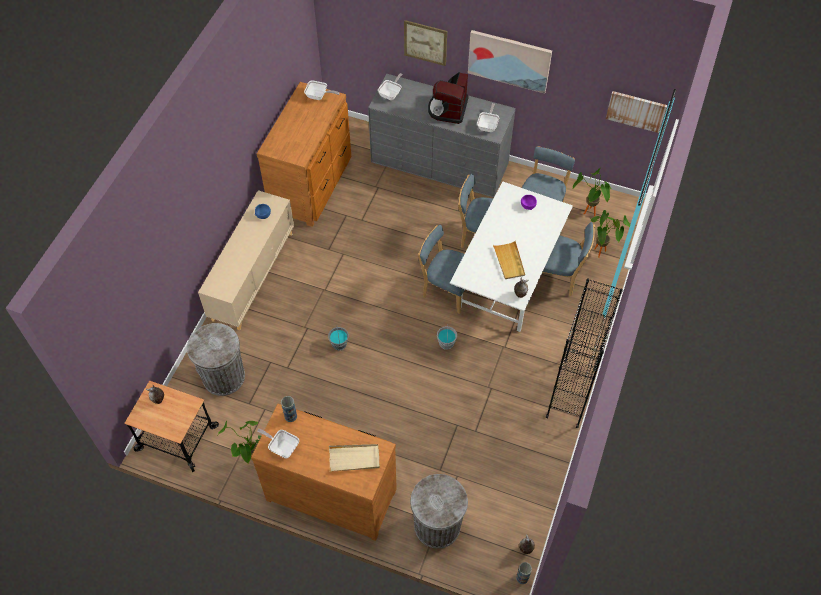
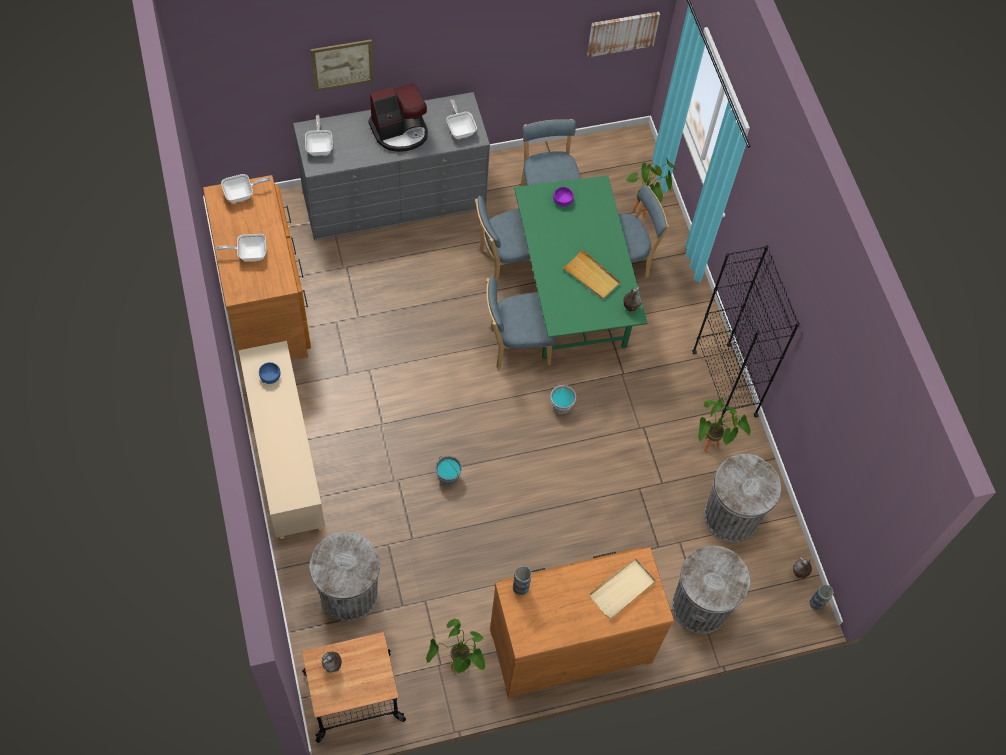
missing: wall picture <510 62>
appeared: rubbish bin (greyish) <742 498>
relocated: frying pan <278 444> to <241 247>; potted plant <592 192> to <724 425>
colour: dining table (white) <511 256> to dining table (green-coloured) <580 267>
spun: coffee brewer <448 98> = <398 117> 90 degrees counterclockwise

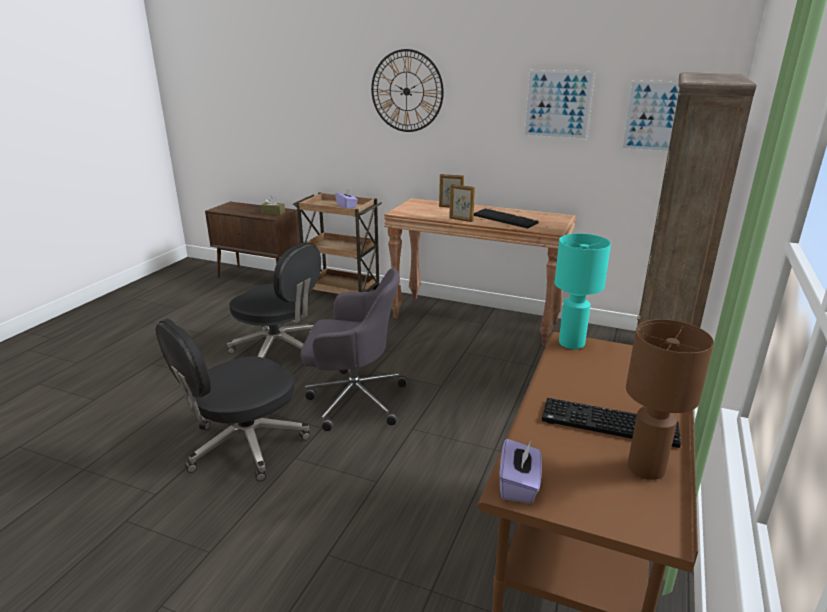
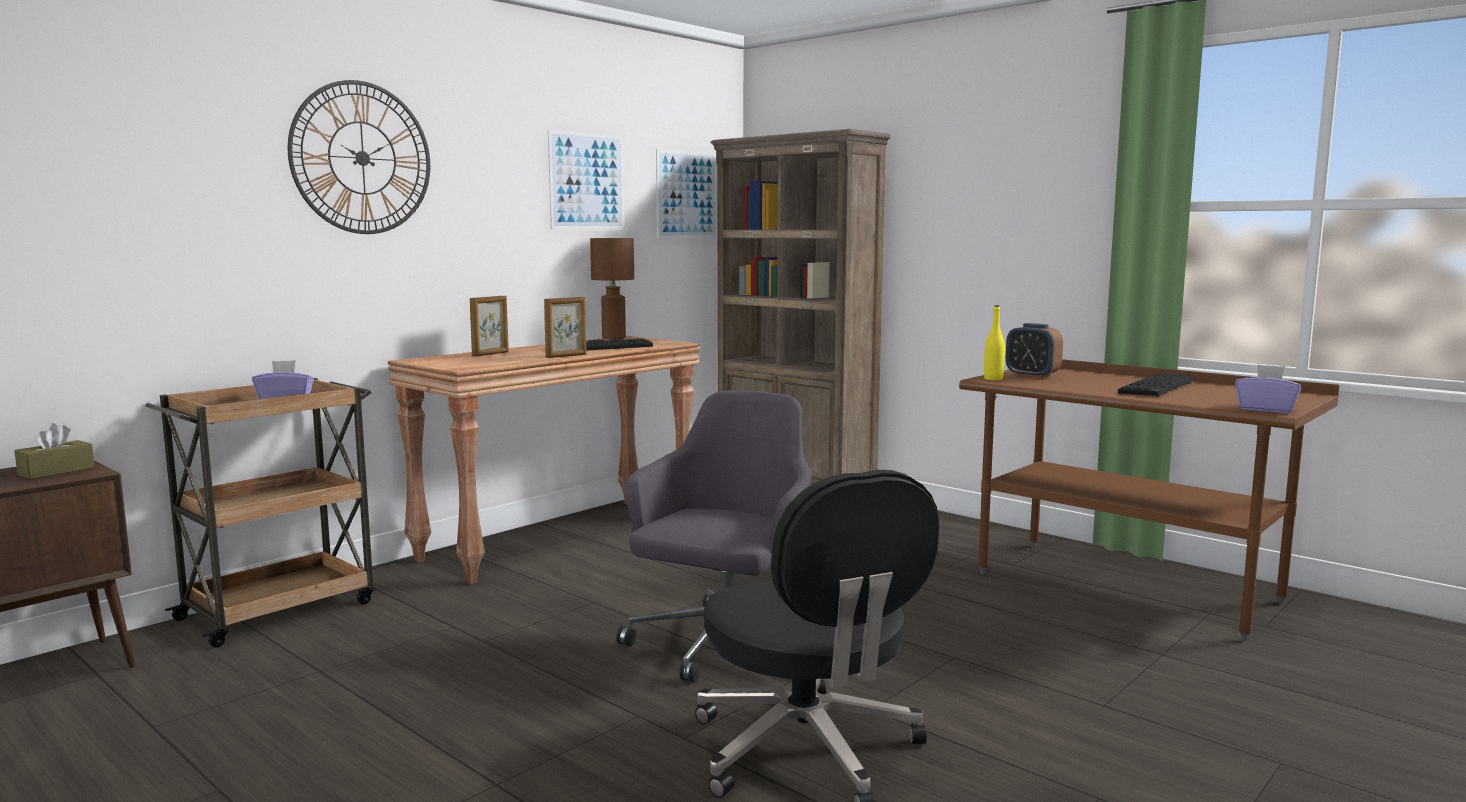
missing: computer chair (black) <274 300>
appeared: alarm clock <1034 350>
relocated: table lamp (brownish) <670 399> to <612 289>
exchanged: table lamp (blue-green) <583 291> to bottle (yellowish) <994 342>

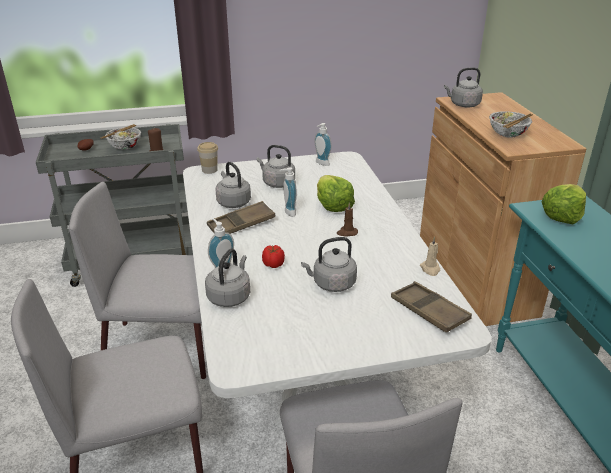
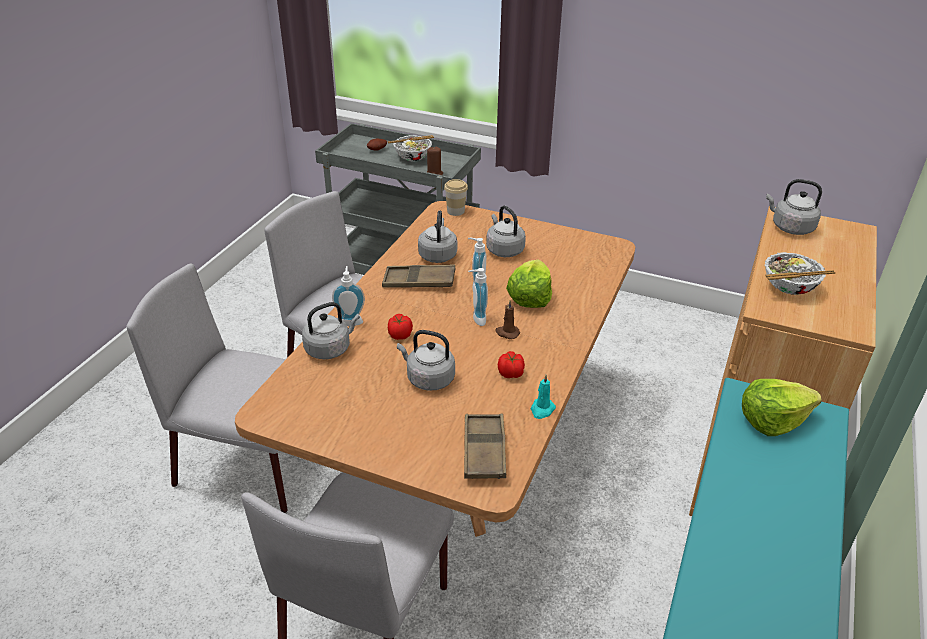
appeared: tomato <511 364>
relocated: soap bottle <323 144> to <478 297>
colour: dining table (white) <337 290> to dining table (brownish) <435 369>; candle (beige-coloured) <430 256> to candle (blue-green) <543 397>

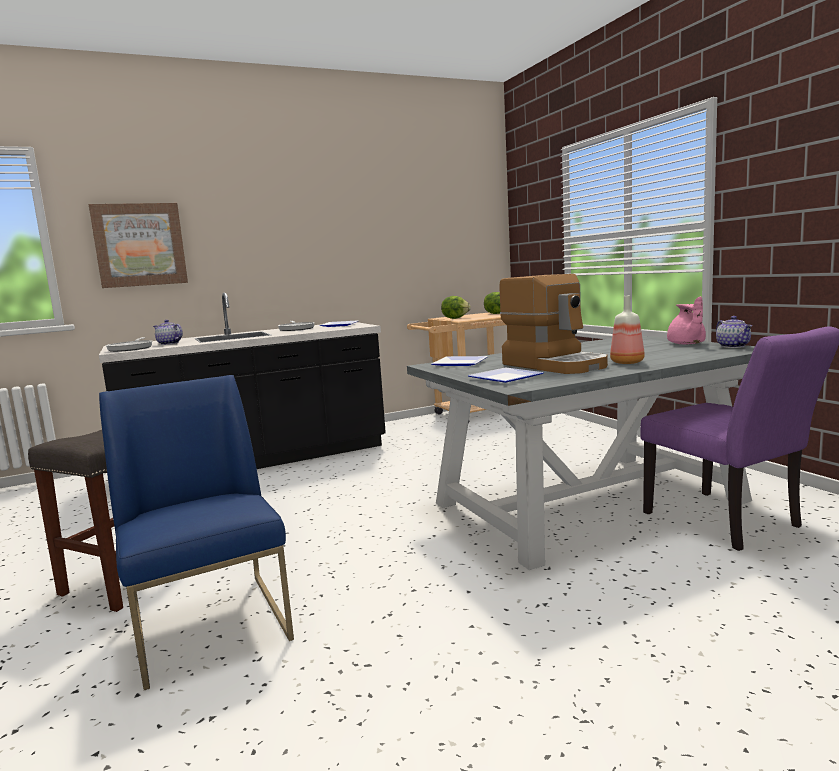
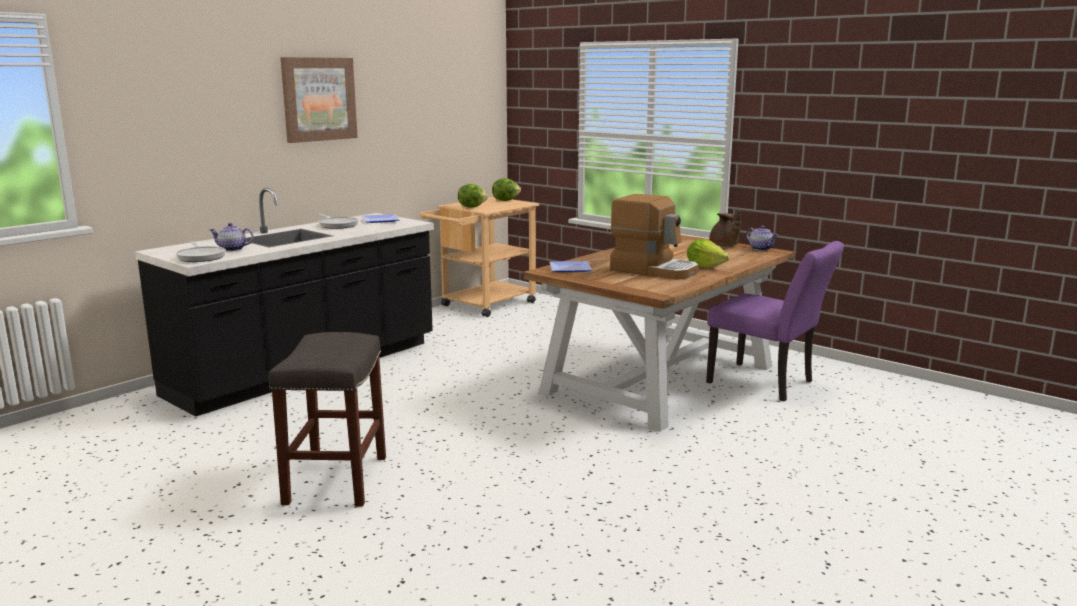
missing: upright chair (bluish) <196 532>; flat dish <506 375>
relocated: wall picture <138 245> to <319 100>
exchanged: bottle <627 330> to head of lettuce <708 253>
colour: dining table (greyish) <581 453> to dining table (brownish) <659 333>; pot for tea (pinkish) <686 320> to pot for tea (brownish) <725 228>

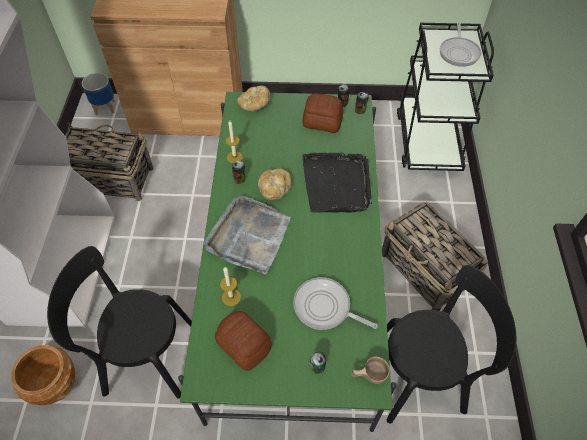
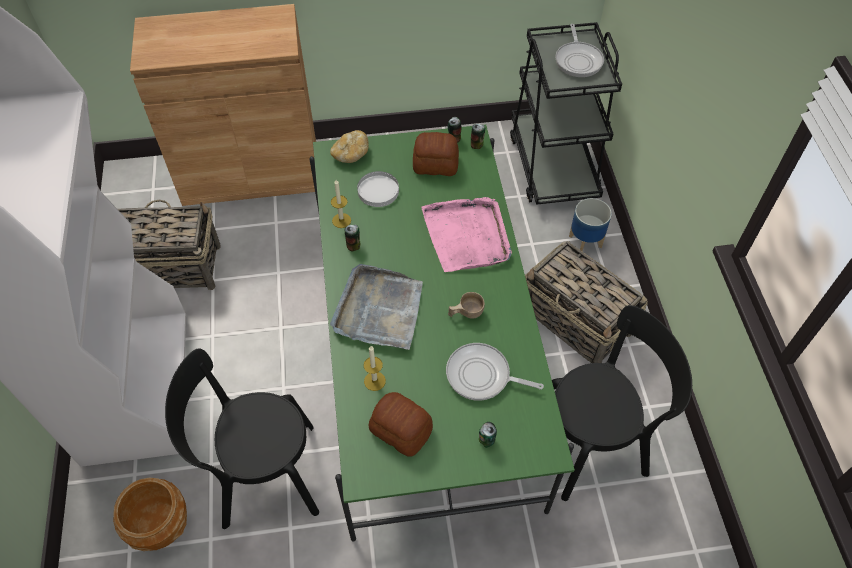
missing: baked bread <274 184>
appeared: flat dish (white) <378 189>
relocated: cup (beige-coloured) <370 370> to <466 305>; planter <98 94> to <590 224>
colour: serving tray (black) <337 183> to serving tray (pinkish) <466 234>

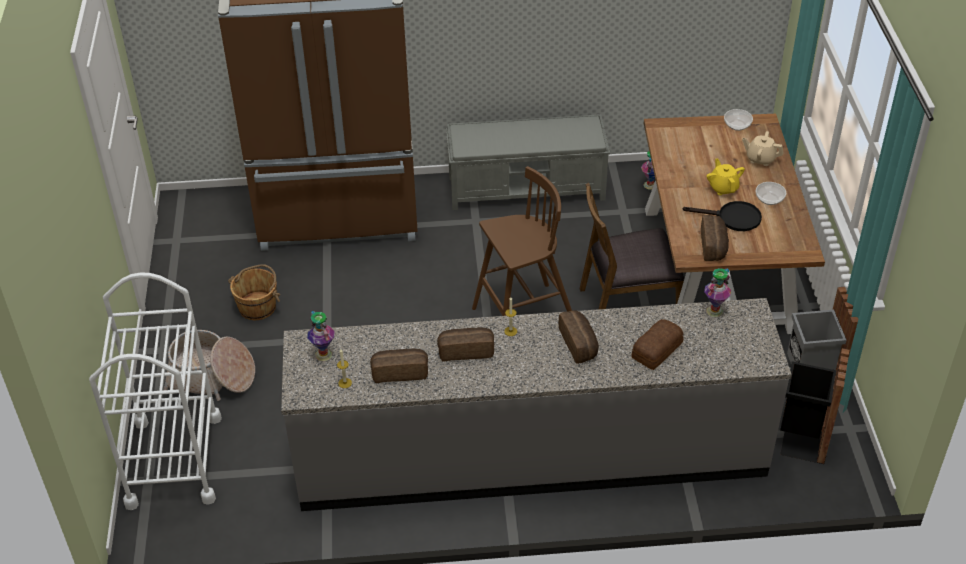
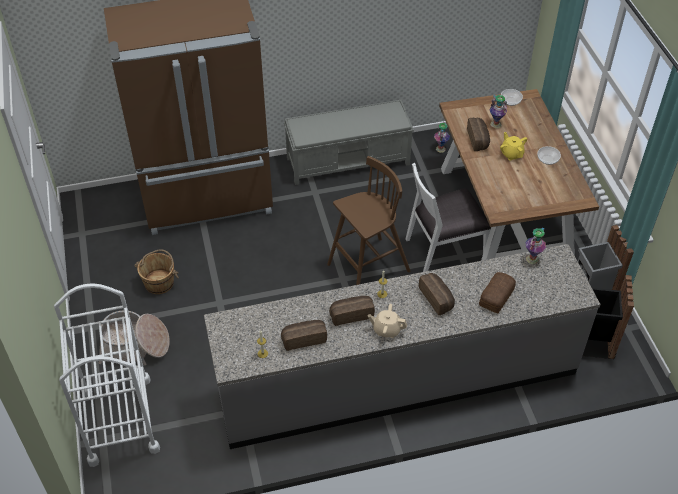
missing: frying pan (black) <722 216>
relocated: pot for tea (beige-coloured) <762 148> to <387 321>; baked bread <715 238> to <478 134>; decorative vase <321 336> to <498 111>
colour: upright chair (brownish) <632 246> to upright chair (white) <448 217>

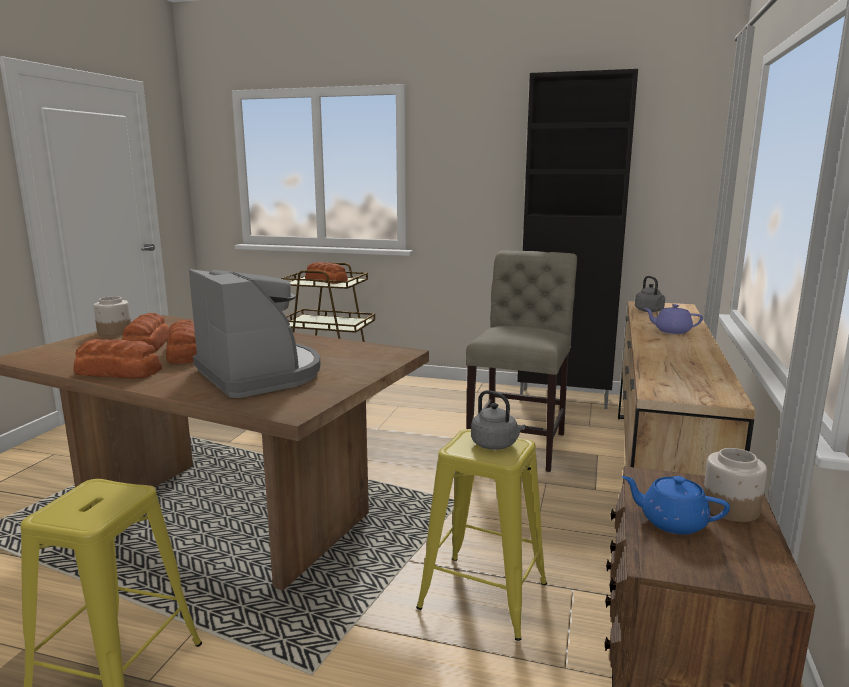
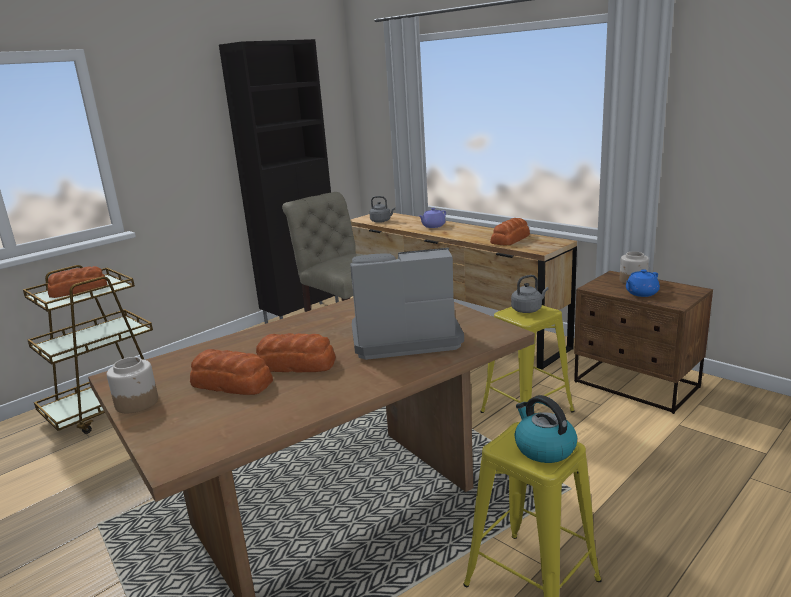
appeared: water kettle <546 429>
relocated: baked bread <117 359> to <510 232>

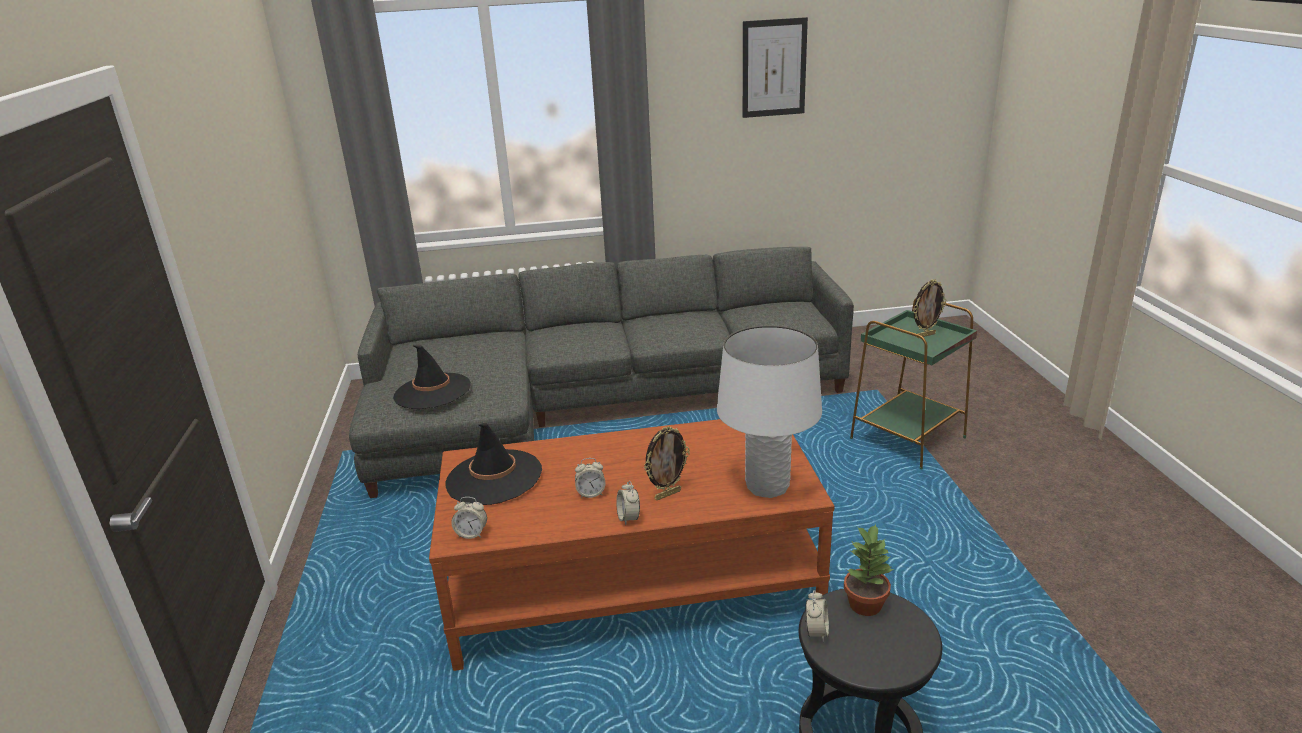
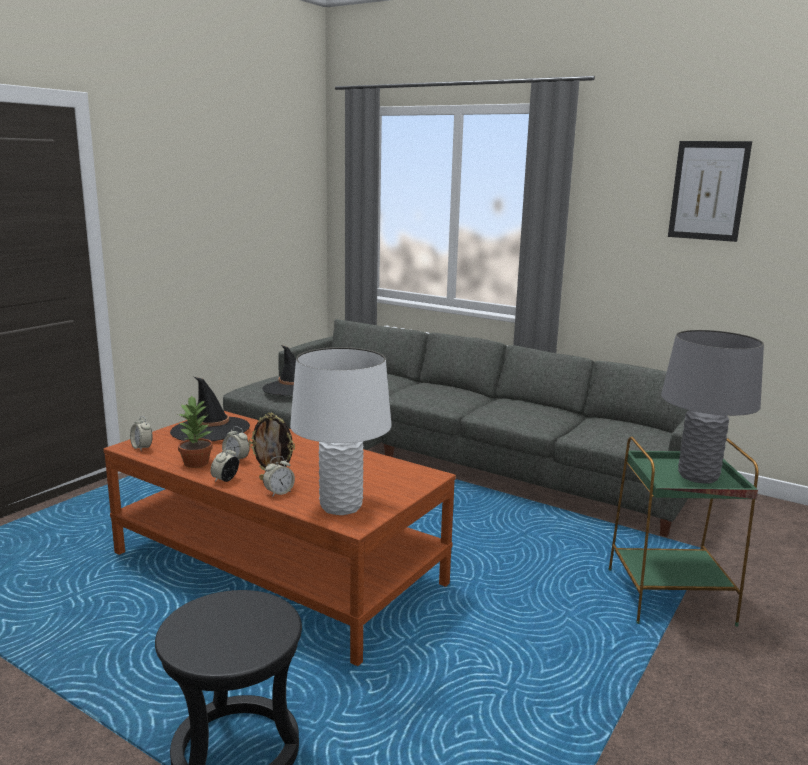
relocated: potted plant <869 570> to <195 431>; alarm clock <817 616> to <279 476>
exchanged: standing frame <929 308> to table lamp (greyish) <712 406>

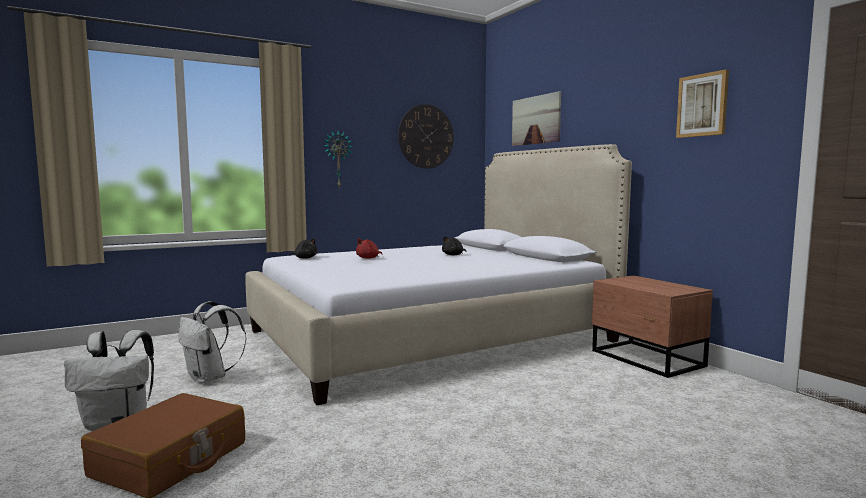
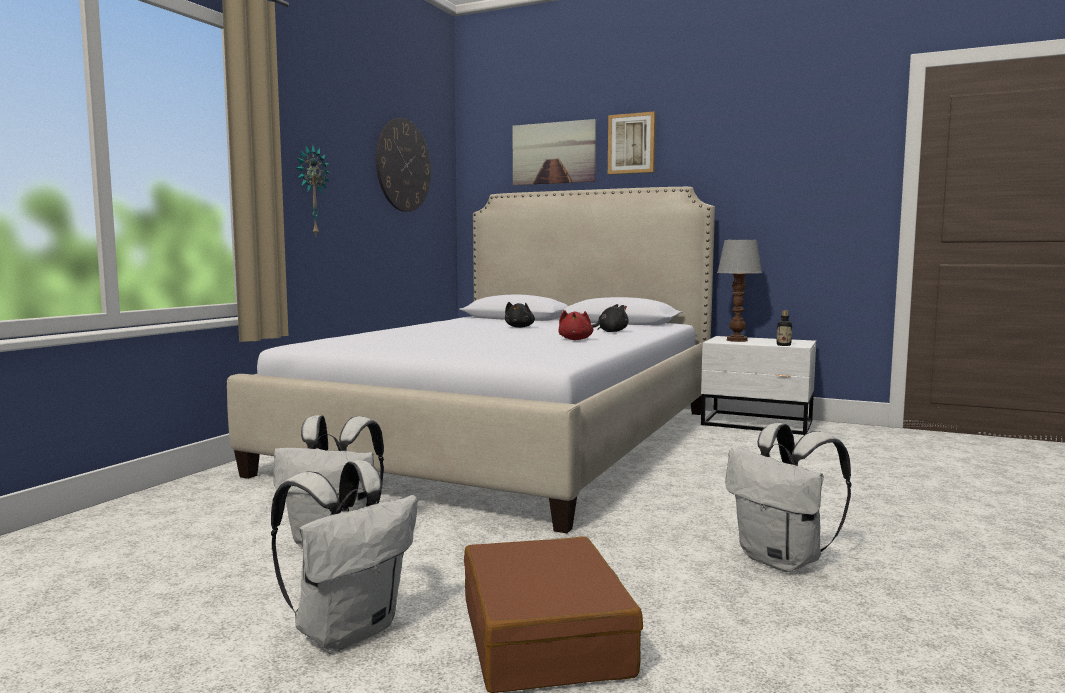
appeared: table lamp <739 291>; rucksack (white) <788 497>; bottle <784 328>
relocated: plush toy (reddish) <369 248> to <575 325>; plush toy (black) <303 248> to <610 318>; wall picture <702 103> to <632 143>
colour: night table (brownish) <652 326> to night table (white) <758 385>

